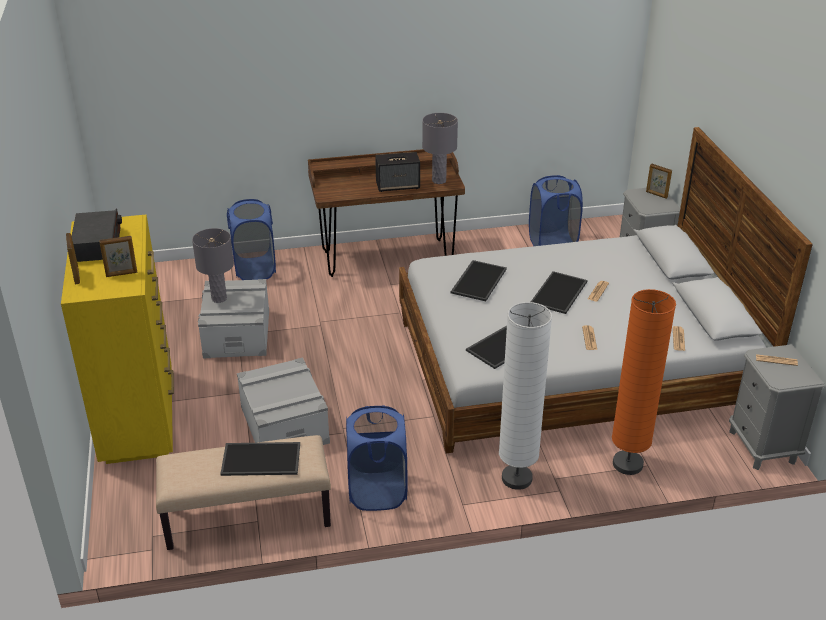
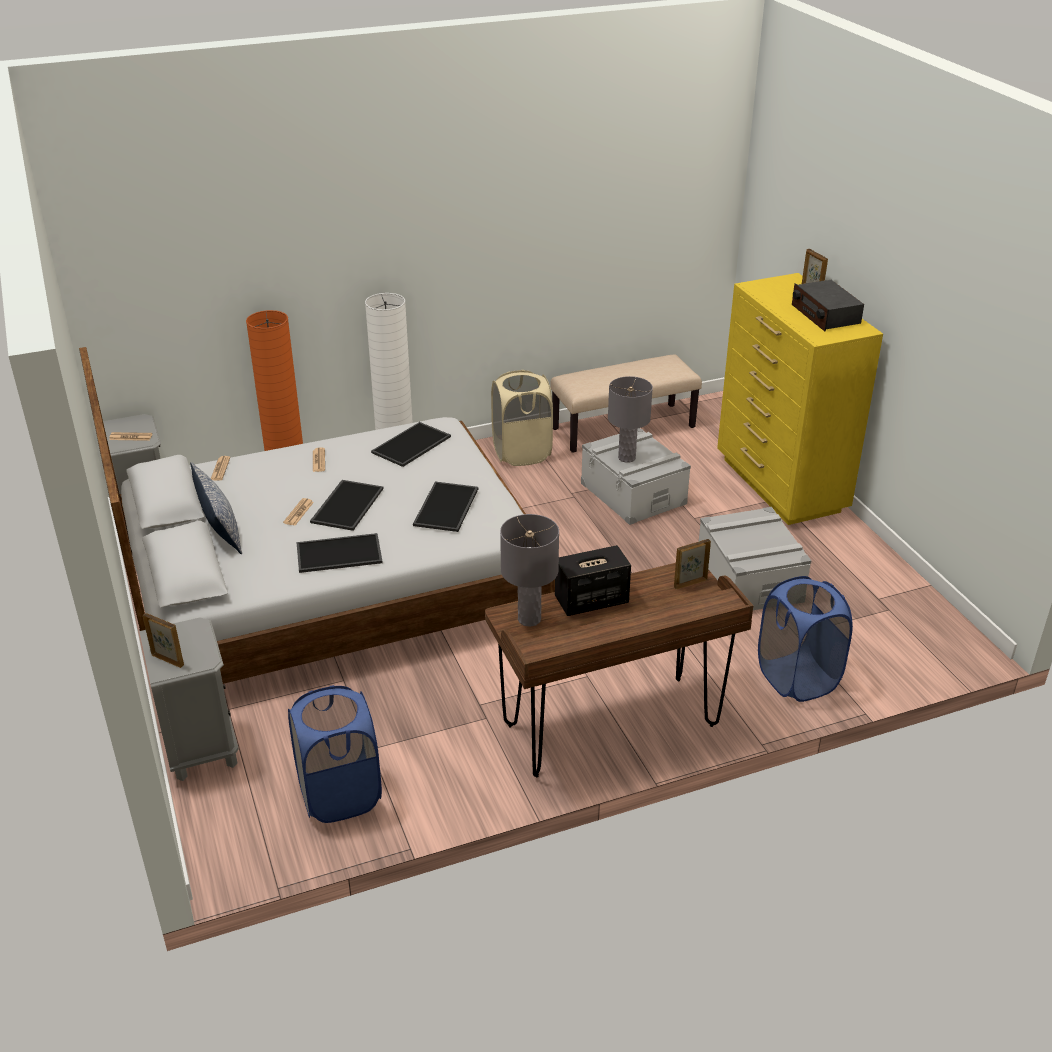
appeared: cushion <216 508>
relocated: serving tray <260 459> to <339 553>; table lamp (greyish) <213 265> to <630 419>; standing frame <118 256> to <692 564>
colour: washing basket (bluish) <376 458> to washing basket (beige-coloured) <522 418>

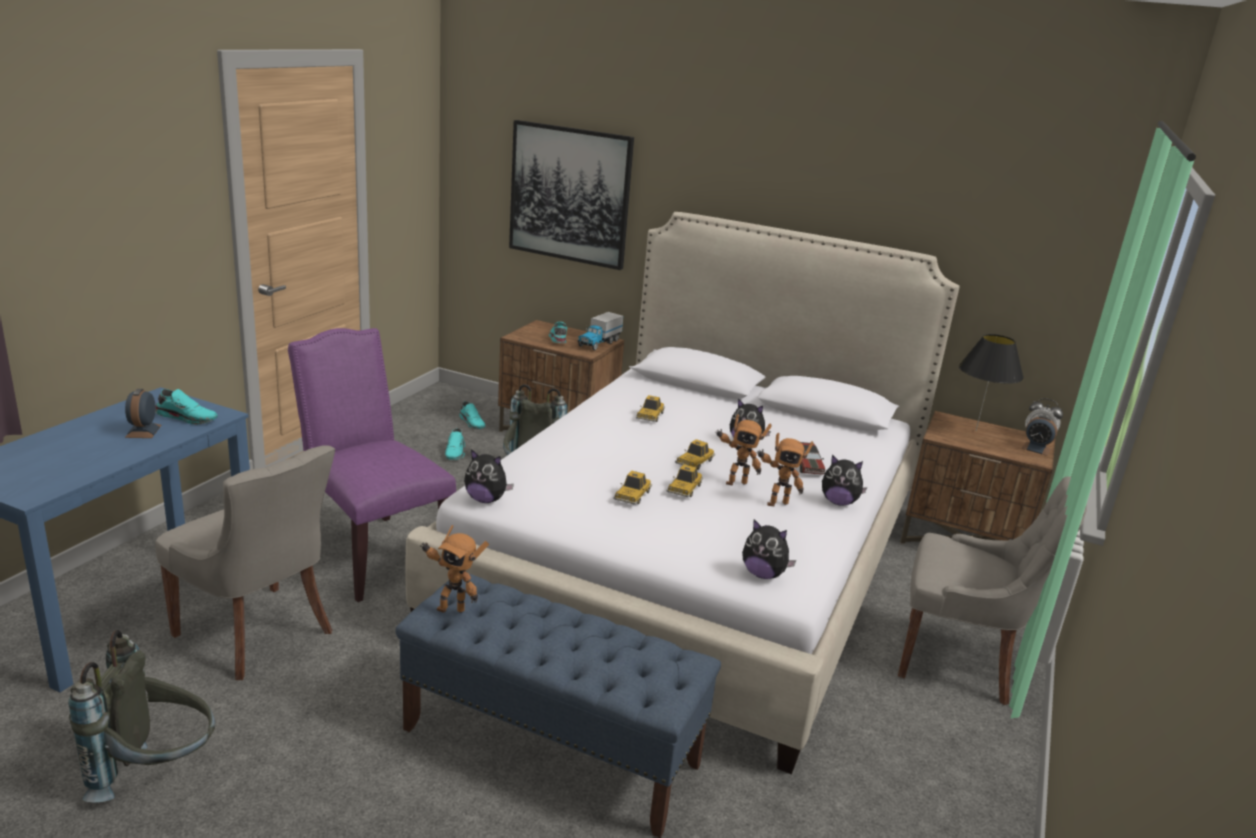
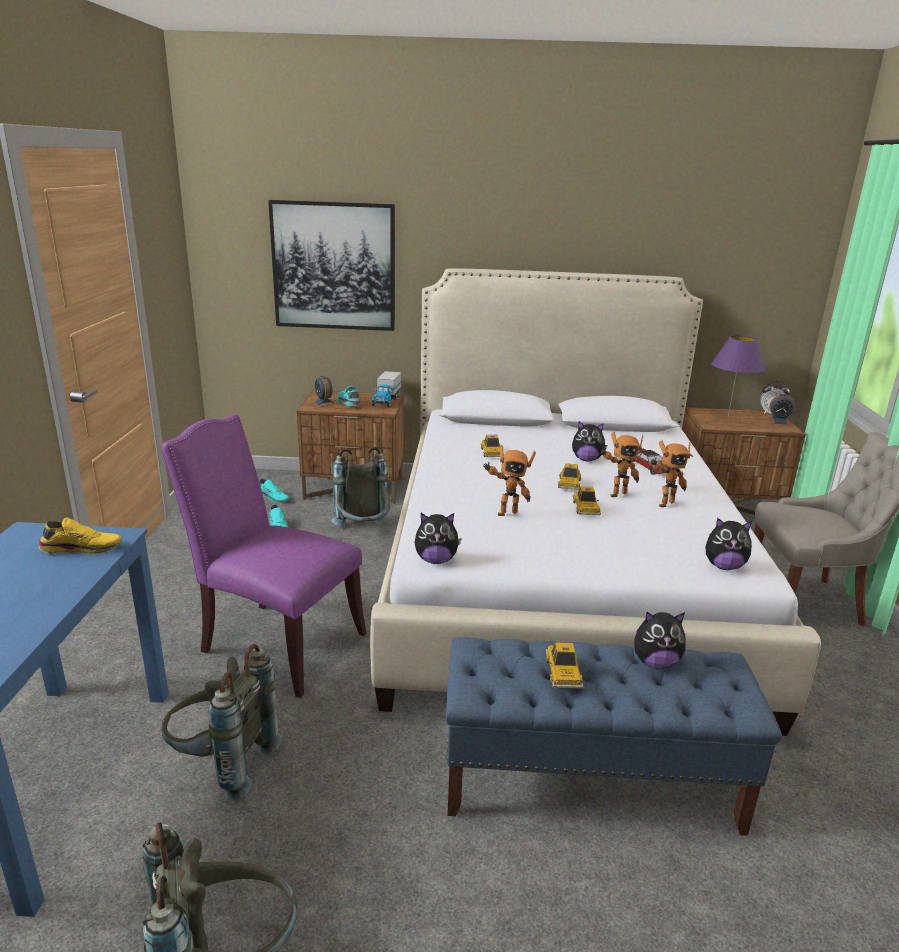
relocated: alarm clock <143 413> to <324 391>; toy robot <454 569> to <509 481>; model car <632 487> to <564 666>; plush toy <844 480> to <660 640>
exchanged: upright chair (greyish) <245 562> to rucksack (greyish) <221 722>
colour: low shoe (blue-green) <186 407> to low shoe (yellowish) <80 535>; table lamp (black) <991 382> to table lamp (purple) <738 375>

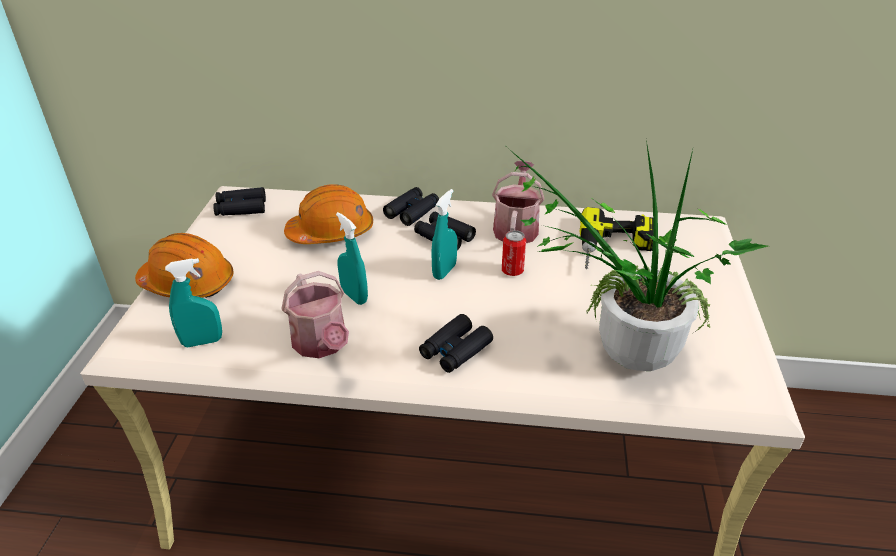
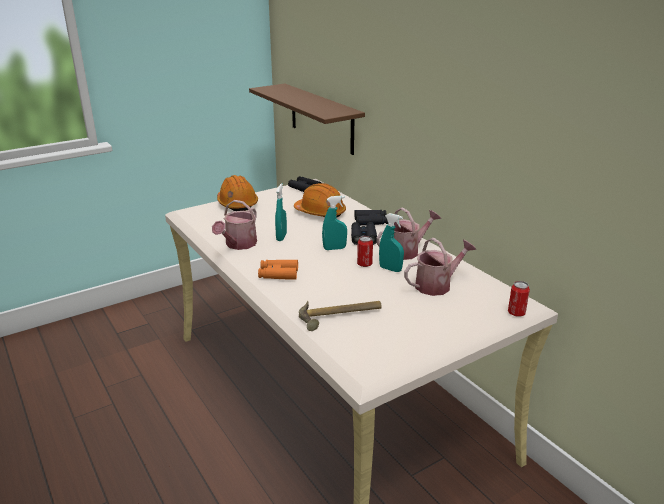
appeared: wall shelf (brownish) <307 119>; metal can <519 298>
relocated: hand sprayer (blue-green) <193 302> to <391 242>
exchanged: potted plant <638 255> to hammer <340 316>; electric drill <617 238> to sprinkling can <440 267>
colour: pair of binoculars (black) <456 343> to pair of binoculars (orange-coloured) <278 270>

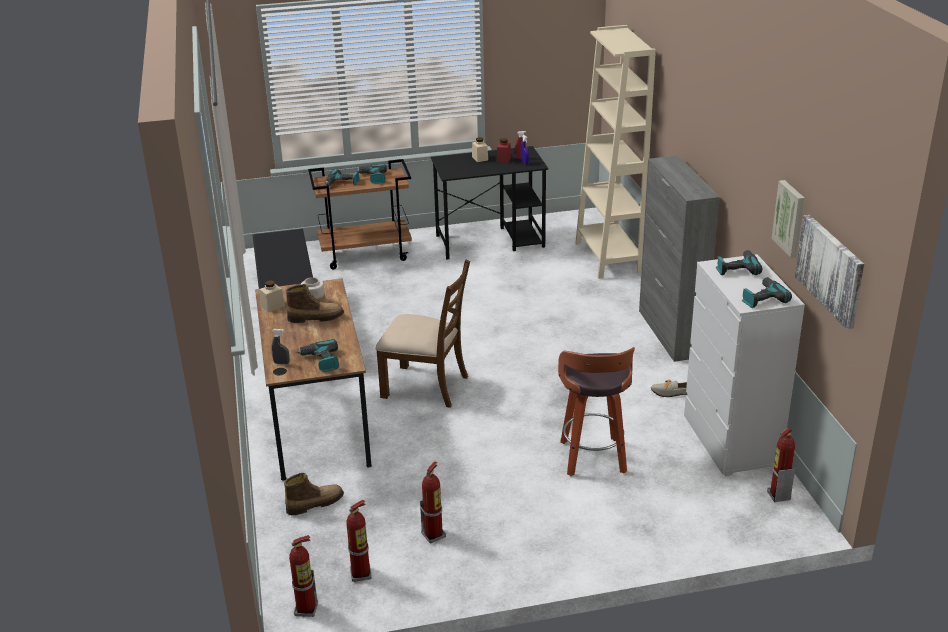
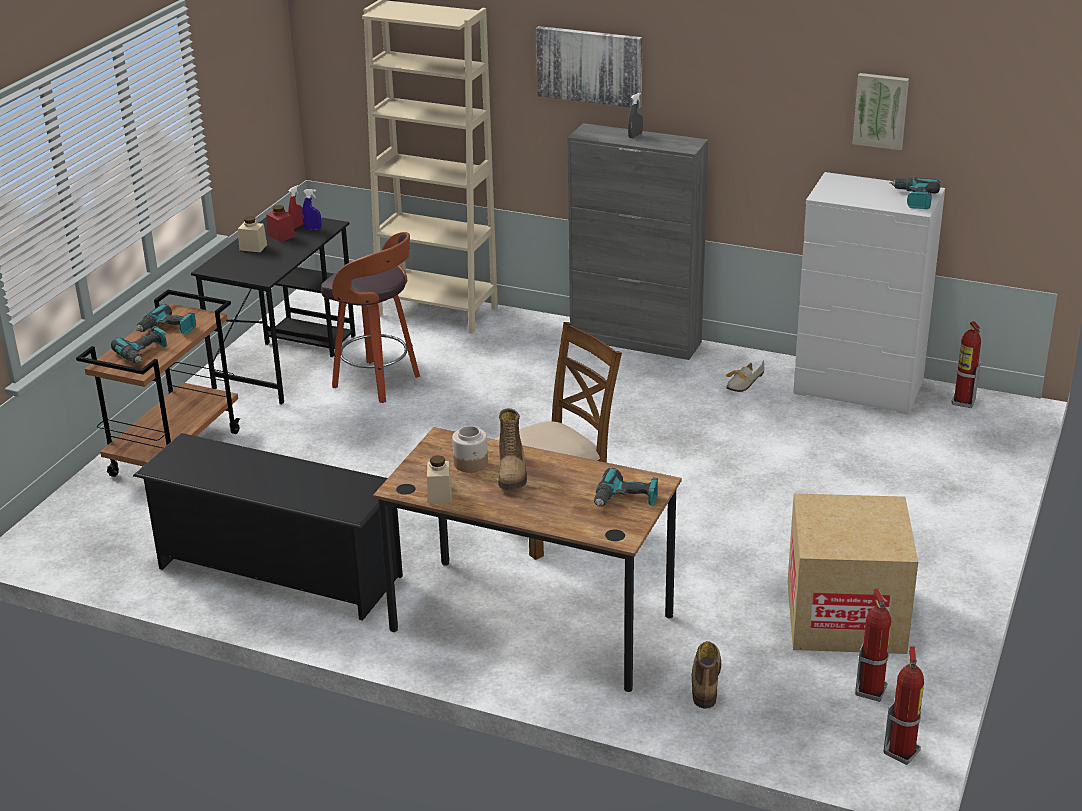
missing: electric drill <739 262>
relocated: sitting stool <596 412> to <370 317>; wall picture <829 272> to <589 67>; hand sprayer (greyish) <280 346> to <635 115>
exchanged: fire-fighting cylinder <433 502> to packing box <853 574>
spun: tall boot <315 303> = <512 449> 150 degrees clockwise

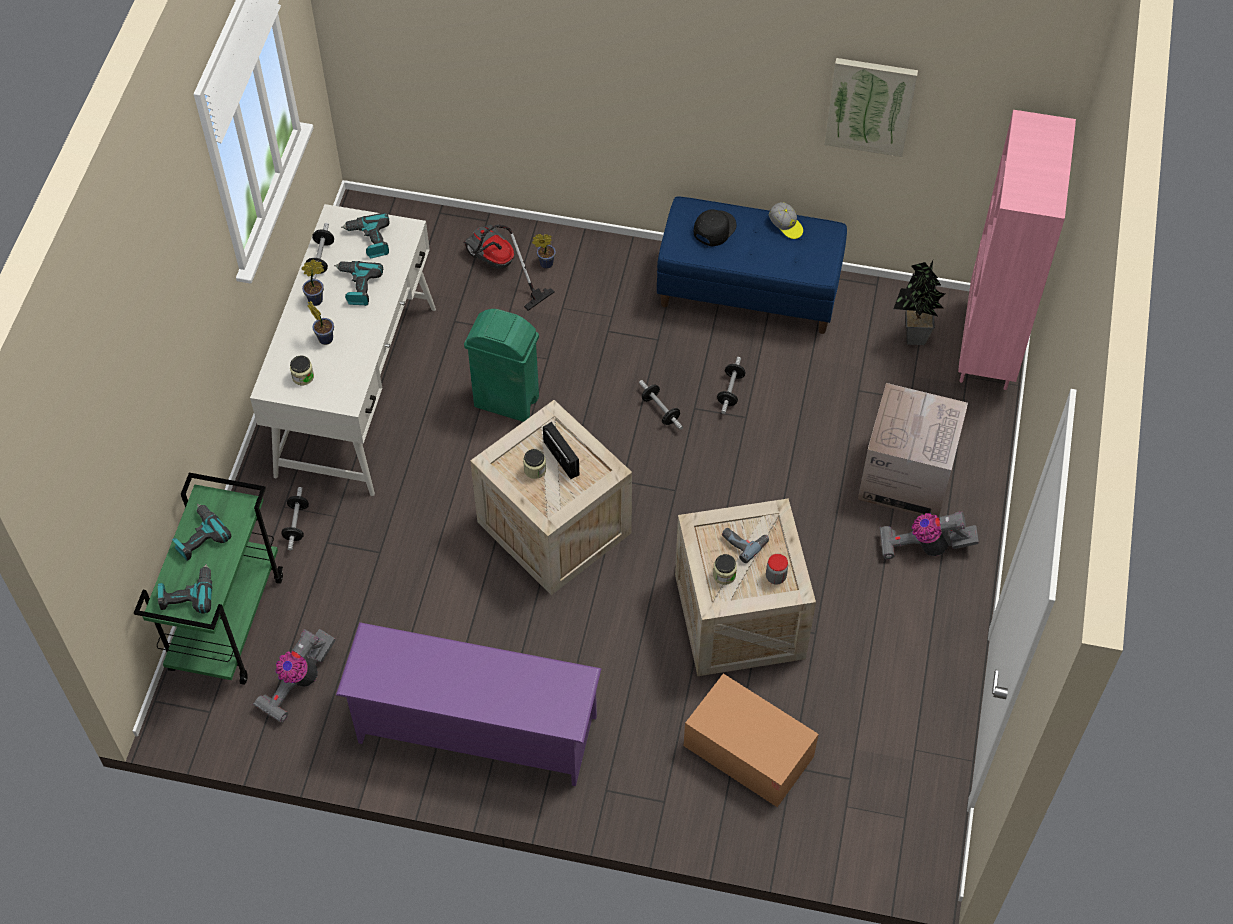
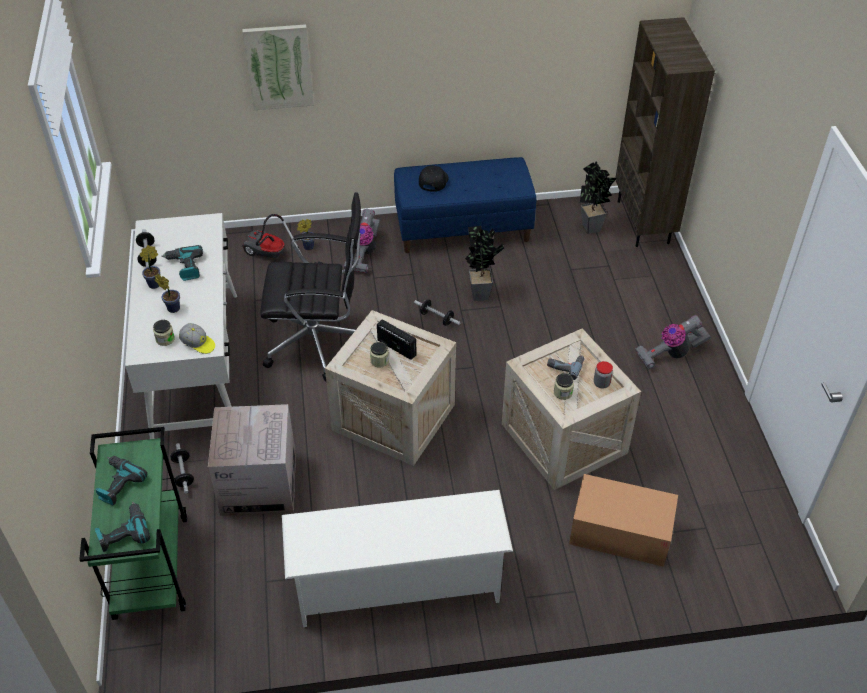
missing: electric drill <365 235>
relocated: cap <786 220> to <197 338>; packing box <913 450> to <252 460>; wall picture <871 107> to <278 67>; vacuum cleaner <294 676> to <362 241>
exchanged: rubbish bin (green-coloured) <501 365> to computer chair (black) <310 287>; dumbbell <731 385> to potted plant <484 263>
colour: shoe rack (purple) <469 704> to shoe rack (white) <397 558>; bookshelf (pinkish) <1017 250> to bookshelf (brownish) <665 132>

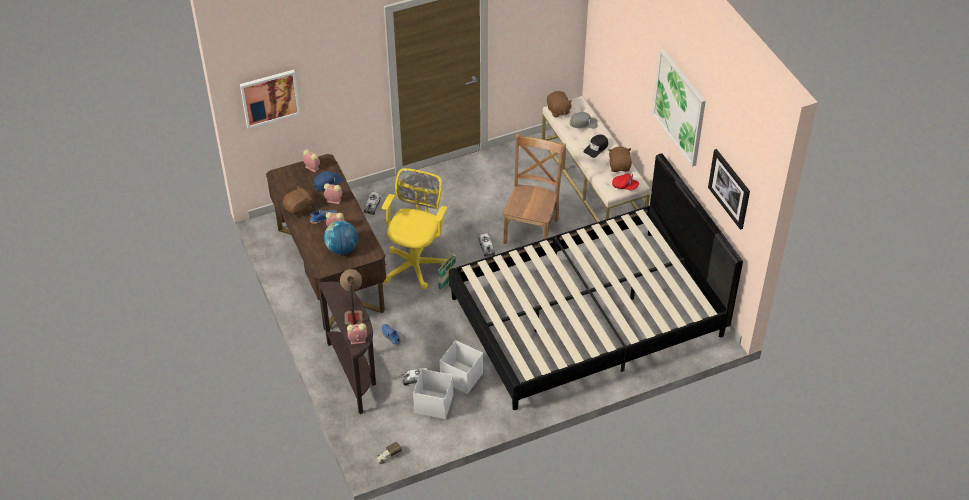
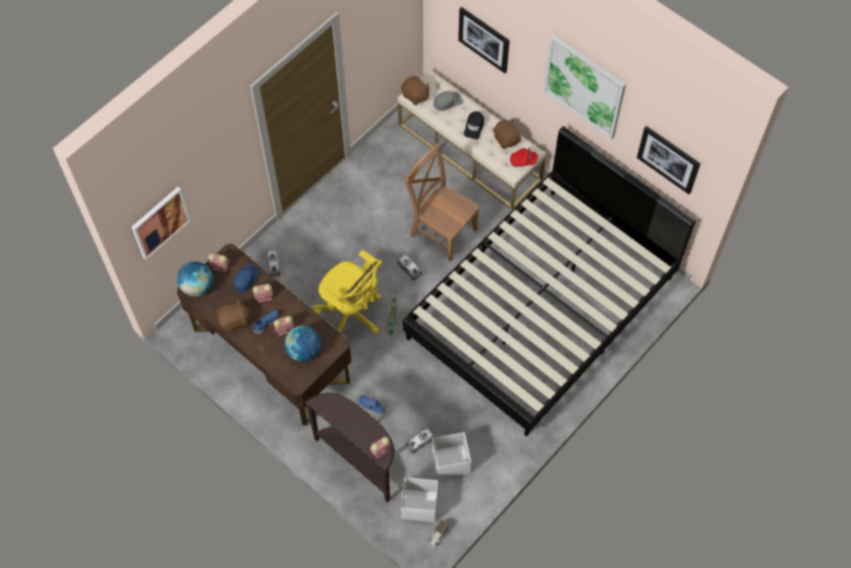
missing: table lamp <352 297>
appeared: globe <195 279>; wall picture <484 40>
relocated: storage container (white) <461 367> to <419 499>
spun: plush toy (brownish) <298 201> = <234 315> 45 degrees clockwise; computer chair (yellowish) <415 228> = <347 292> 135 degrees clockwise; upright chair (brownish) <534 189> = <442 202> 45 degrees counterclockwise

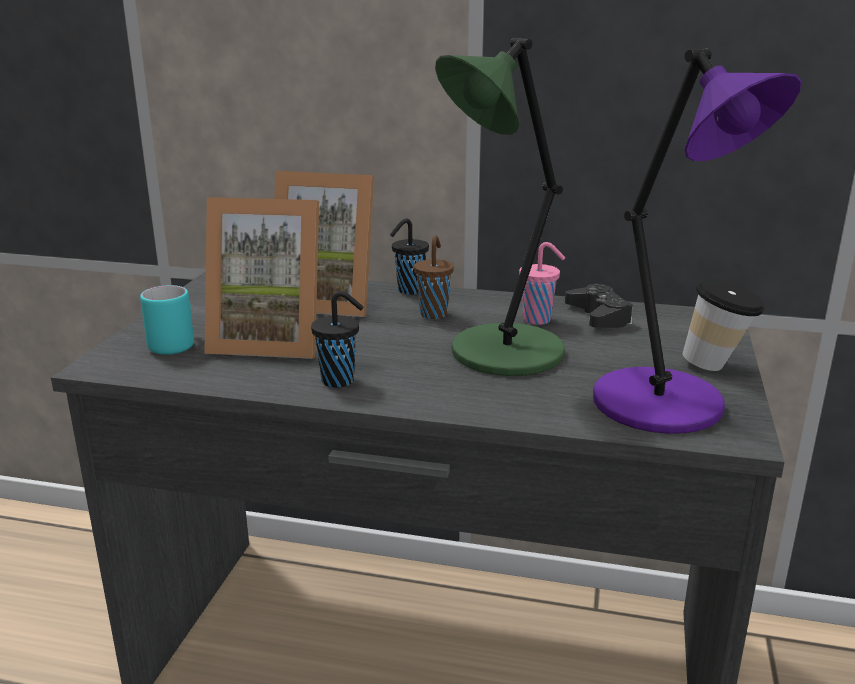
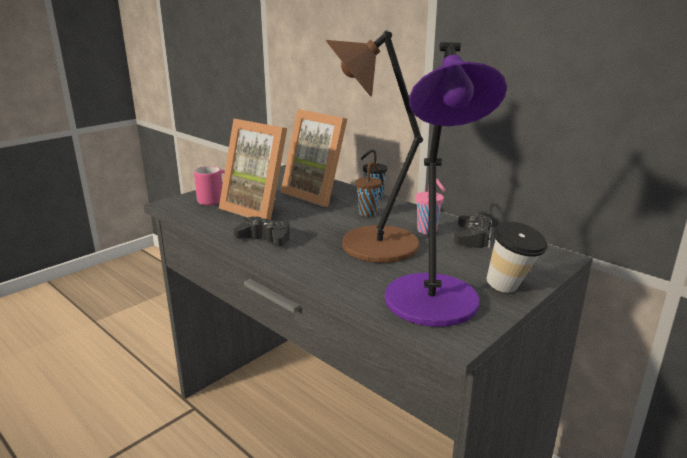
exchanged: cup (black) <337 339> to joypad (black) <261 231>
colour: tea mug (blue-green) <167 320> to tea mug (pinkish) <209 186>; table lamp (green-coloured) <500 207> to table lamp (brownish) <374 147>

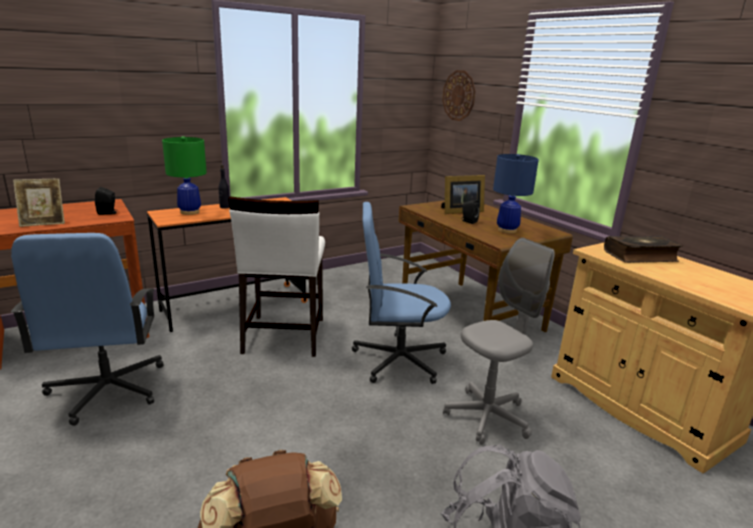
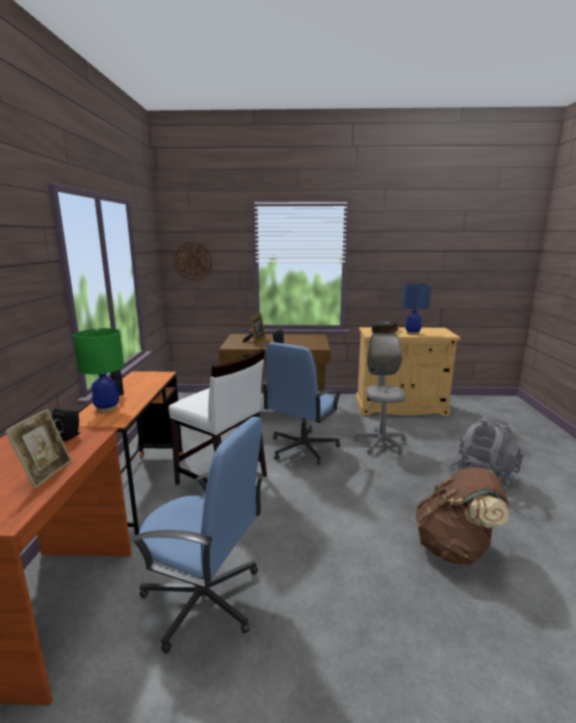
relocated: table lamp (bluish) <516 193> to <416 309>

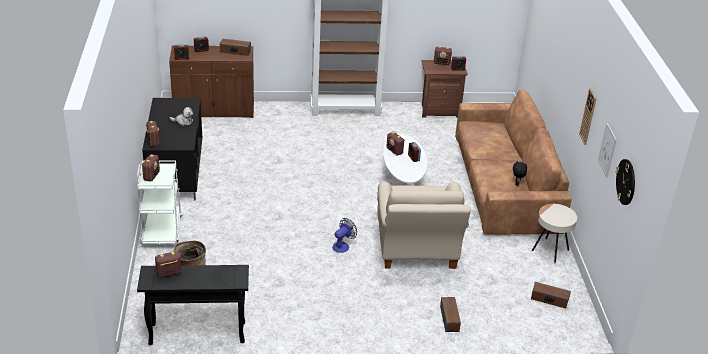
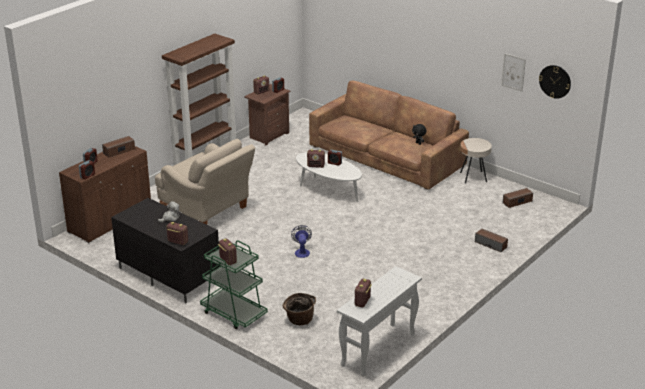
missing: wall clock <587 116>
relocated: armchair (beige-coloured) <423 225> to <205 182>; cooling fan <344 235> to <301 241>
colour: trolley (white) <159 203> to trolley (green-coloured) <234 284>; narrow table (black) <193 305> to narrow table (white) <379 321>

